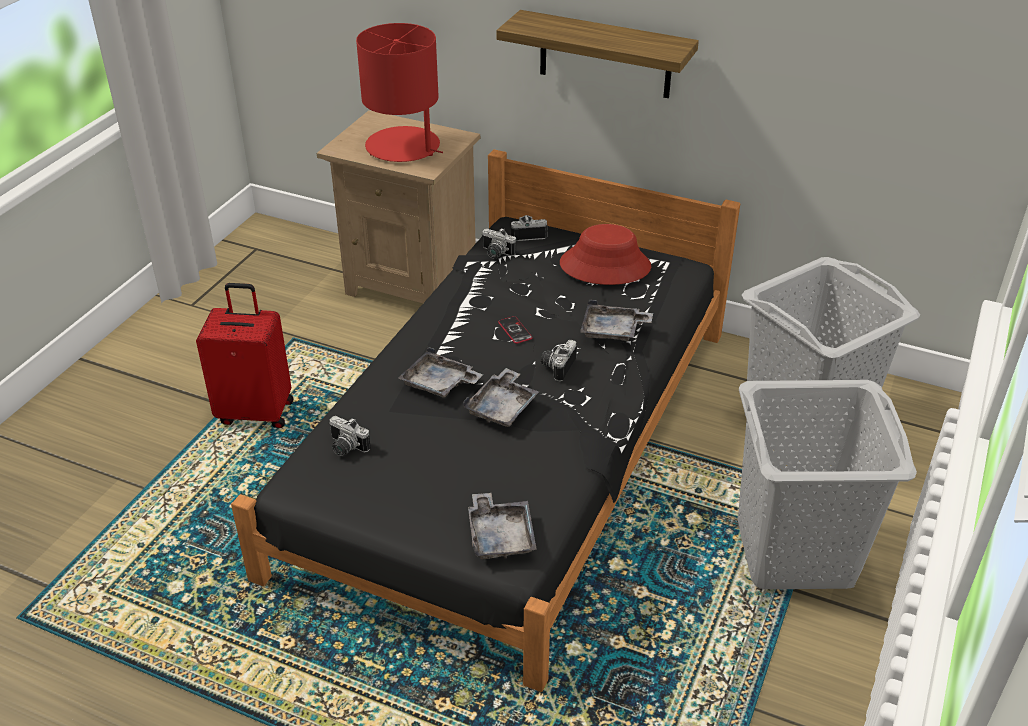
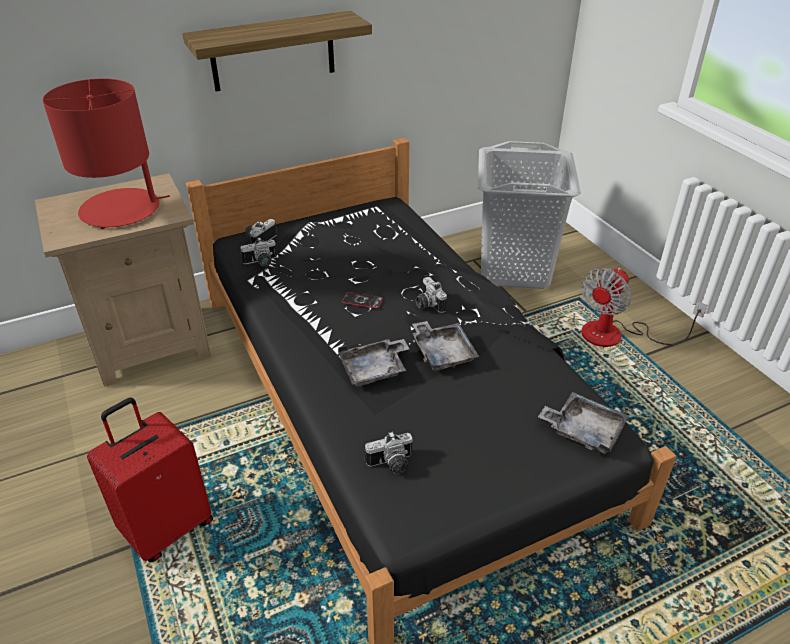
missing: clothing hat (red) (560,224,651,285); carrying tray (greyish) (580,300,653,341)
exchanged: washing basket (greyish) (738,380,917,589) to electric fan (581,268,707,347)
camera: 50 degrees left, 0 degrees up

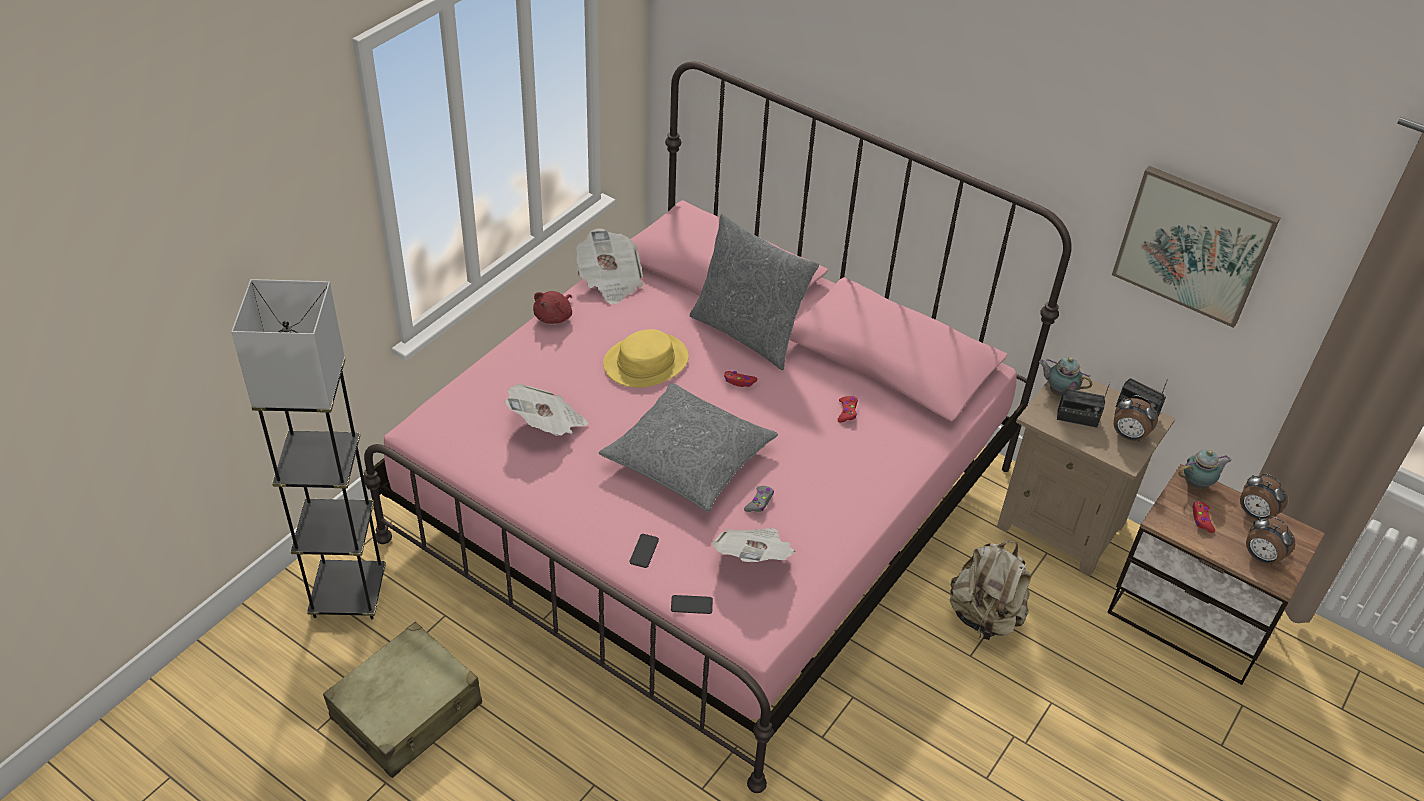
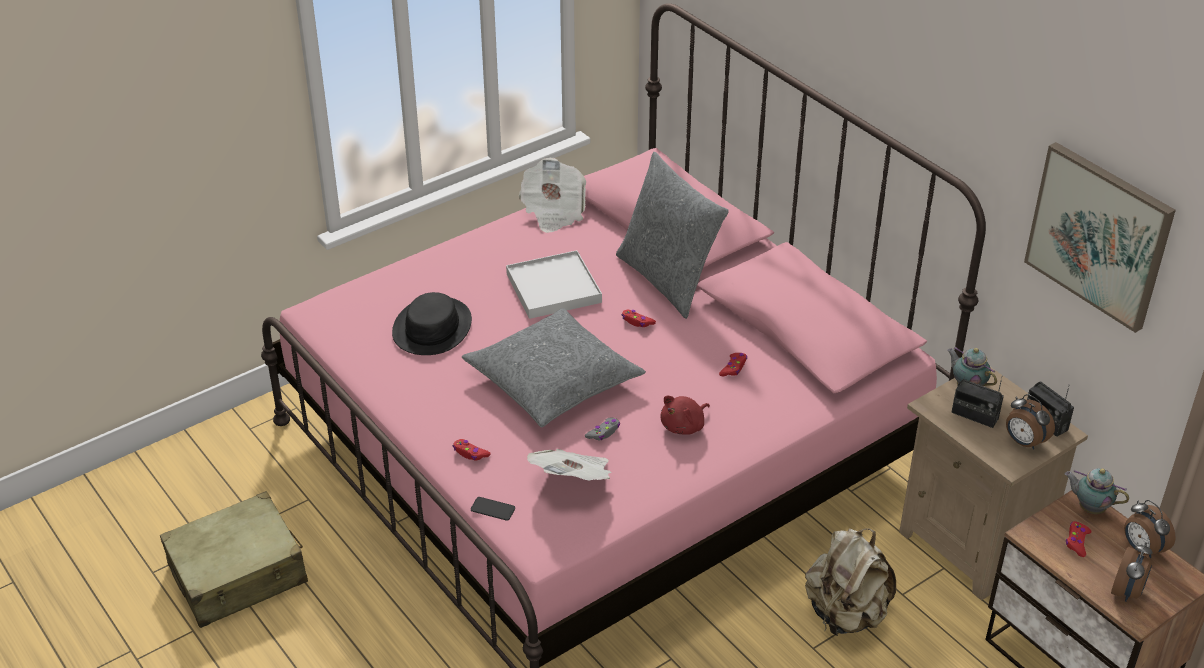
missing: standard lamp (greyish) (231,279,386,620)
relocated: soft toy (red) (533,291,572,324) to (660,396,710,435)
exchanged: printed paper (504,384,588,436) to clothing hat (black) (392,292,472,355); clothing hat (yellowish) (603,329,689,388) to carrying tray (whitish) (506,250,602,319); telephone (630,534,659,568) to game controller (red) (453,439,491,461)
spun: tea pot (1178,450,1232,490) = (1065,468,1129,514) 150 degrees counterclockwise; bedside clock (1246,517,1295,565) = (1111,542,1153,602) 120 degrees counterclockwise
camera: 20 degrees right, 5 degrees down

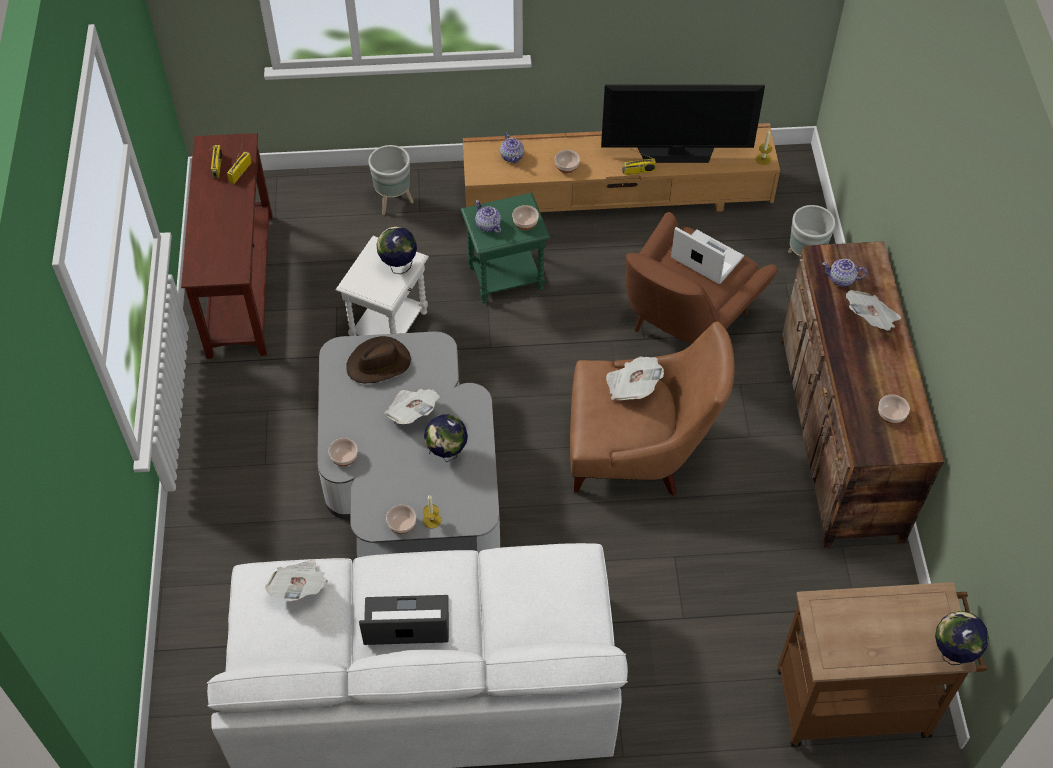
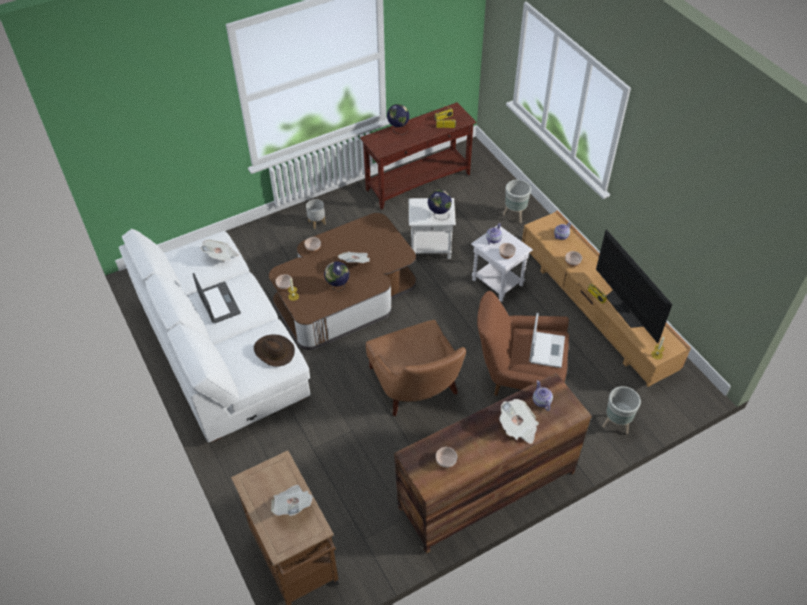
appeared: flower pot (greyish) (306,199,326,229)
relocated: clothing hat (brown) (346,336,411,383) to (254,335,295,367); printed paper (606,357,664,400) to (271,485,313,516); globe (935,611,989,665) to (387,104,410,134)
colour: low table (greyish) (317,332,500,558) to low table (brown) (269,213,416,350); side table (green) (460,193,550,304) to side table (whitish) (471,225,533,302)
camera: 65 degrees right, 5 degrees down

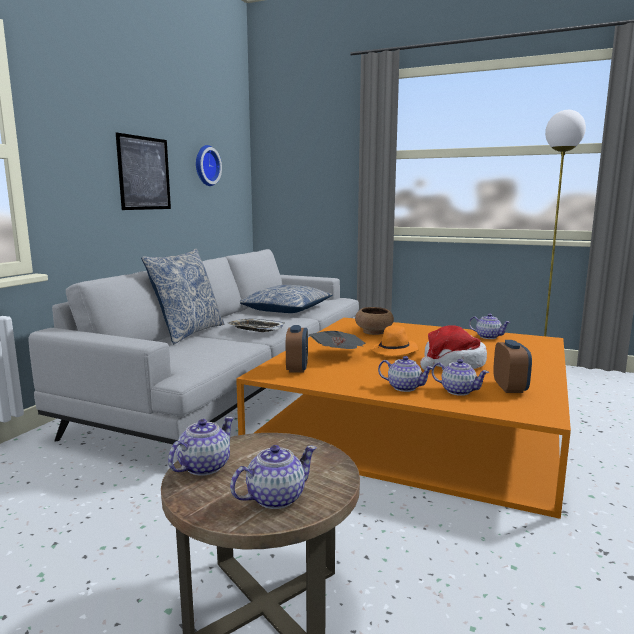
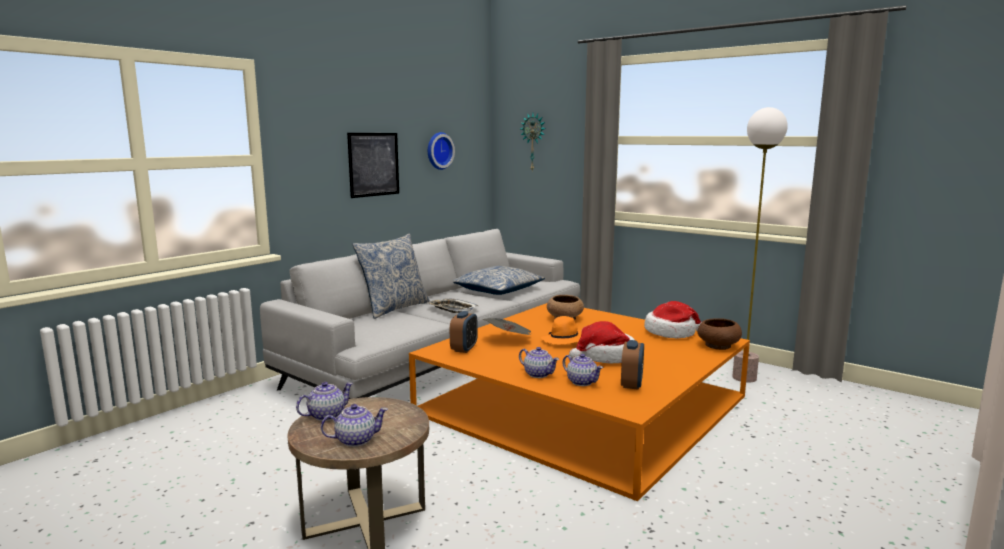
appeared: hanging clock (520,113,546,170); serving bowl (brown) (698,318,742,350)
exchanged: tea pot (469,314,511,339) to clothing hat (644,301,702,338)
camera: 15 degrees right, 0 degrees up

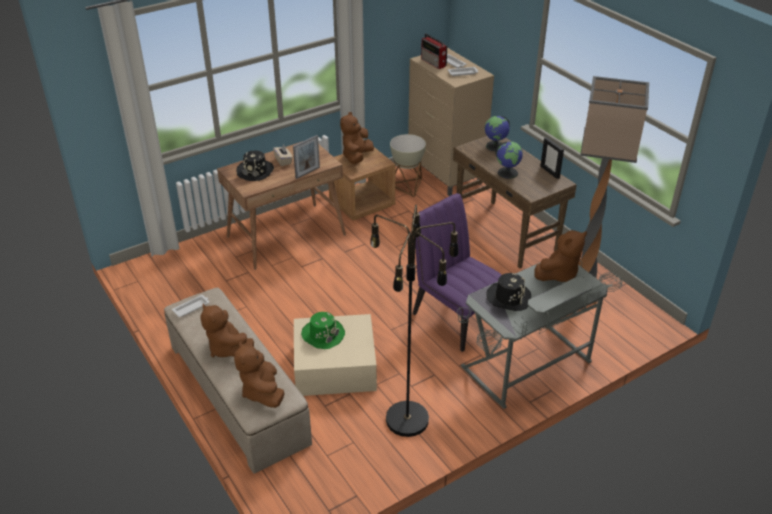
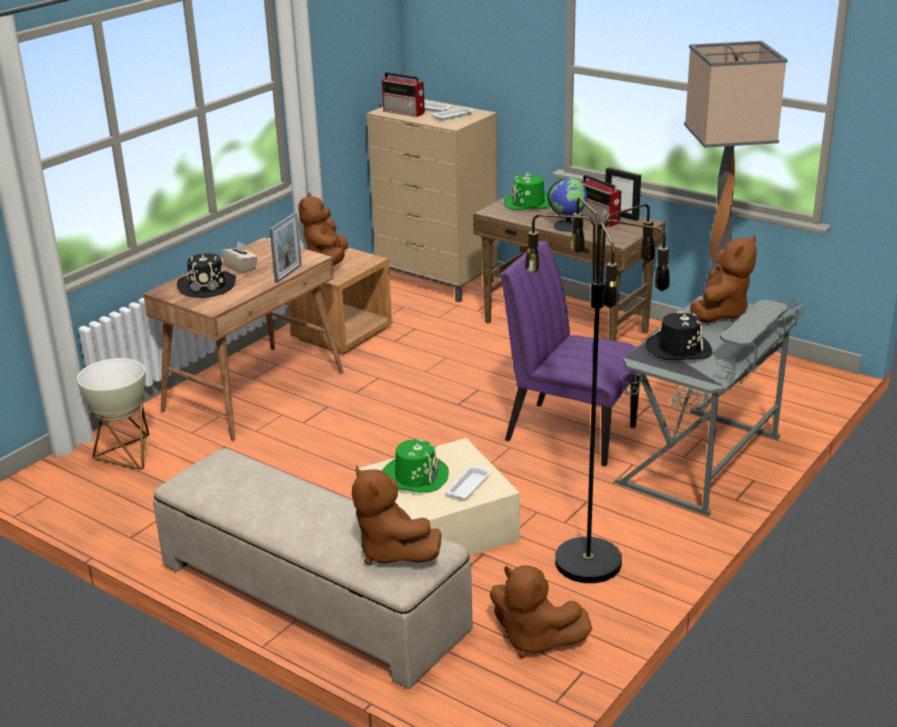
appeared: radio (580,175,621,227)
relocated: carrying tray (whitish) (172,295,210,317) to (445,465,492,499); soft toy (brown) (200,303,254,357) to (490,565,592,658); flower pot (390,134,426,197) to (77,358,149,469)
exchanged: globe (485,116,510,152) to clothing hat (green) (504,173,552,210)
camera: 20 degrees left, 10 degrees down

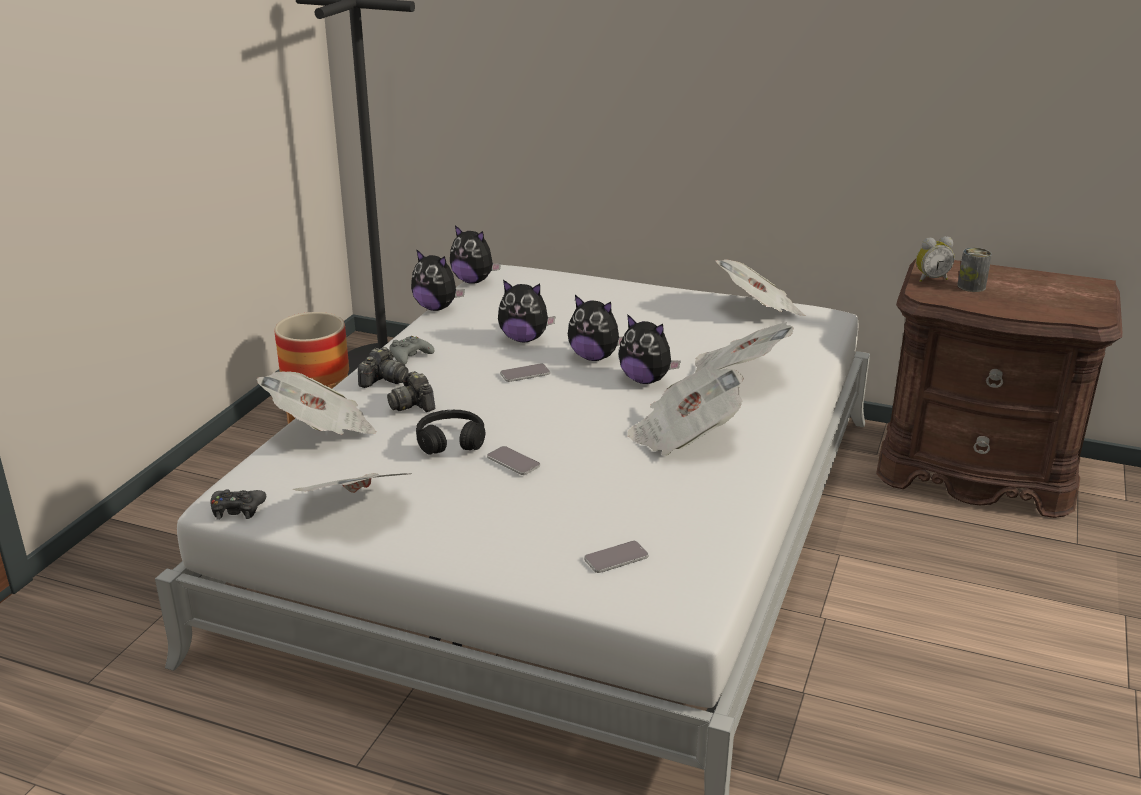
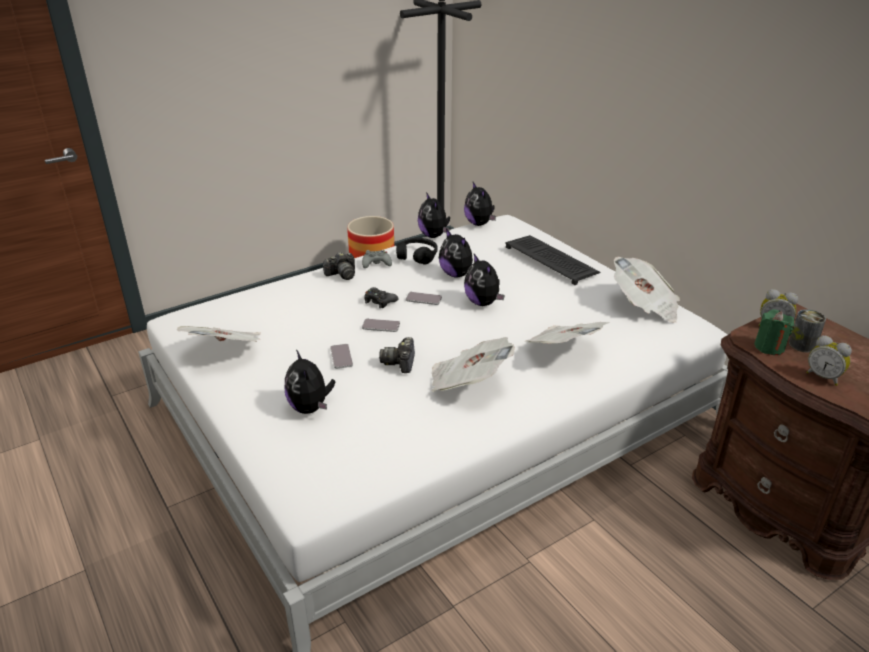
missing: printed paper (257,372,377,435)
appeared: keyboard (505,235,601,285); candle (green) (754,309,794,355); bedside clock (806,335,852,386)
relocated: game controller (black) (210,490,266,520) to (364,287,399,308); still camera (387,371,435,412) to (379,337,415,373); headphones (black) (416,410,485,455) to (396,238,438,265); telephone (584,541,649,573) to (362,319,400,332); soft toy (618,314,681,384) to (285,349,335,414)
camera: 35 degrees right, 5 degrees up

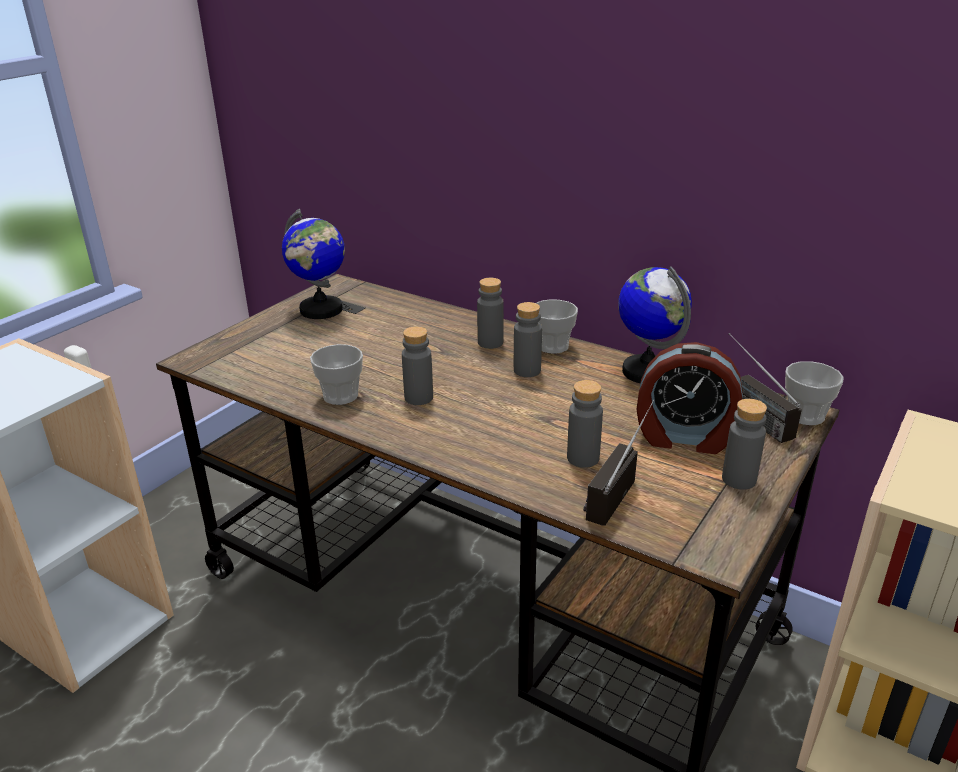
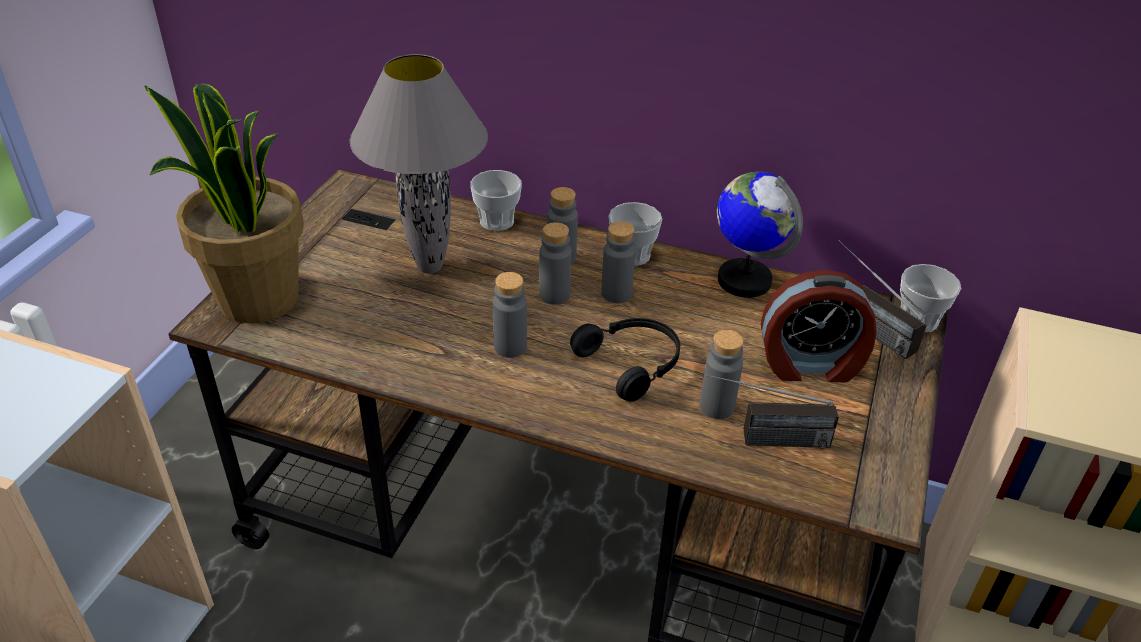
missing: globe (282,209,345,319)
appeared: plant in a pot (144,83,304,323); table lamp (greyish) (350,54,488,273); headphones (black) (570,318,680,402)
relocated: drinking cup (310,344,363,405) to (470,170,522,231); bottle (greyish) (722,399,767,490) to (539,222,572,305)
spun: radio (583,400,654,526) = (706,374,839,449) 105 degrees counterclockwise
camera: 15 degrees left, 10 degrees up

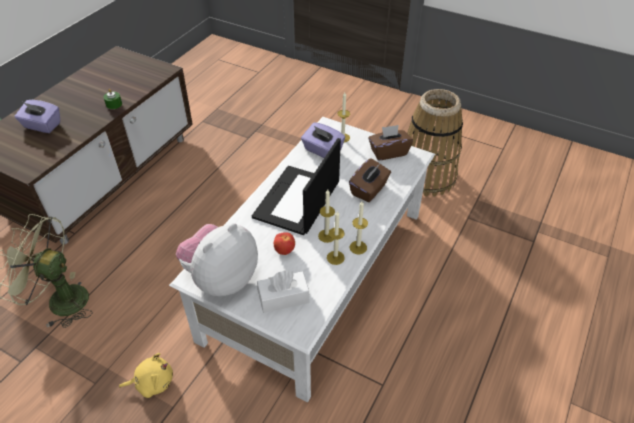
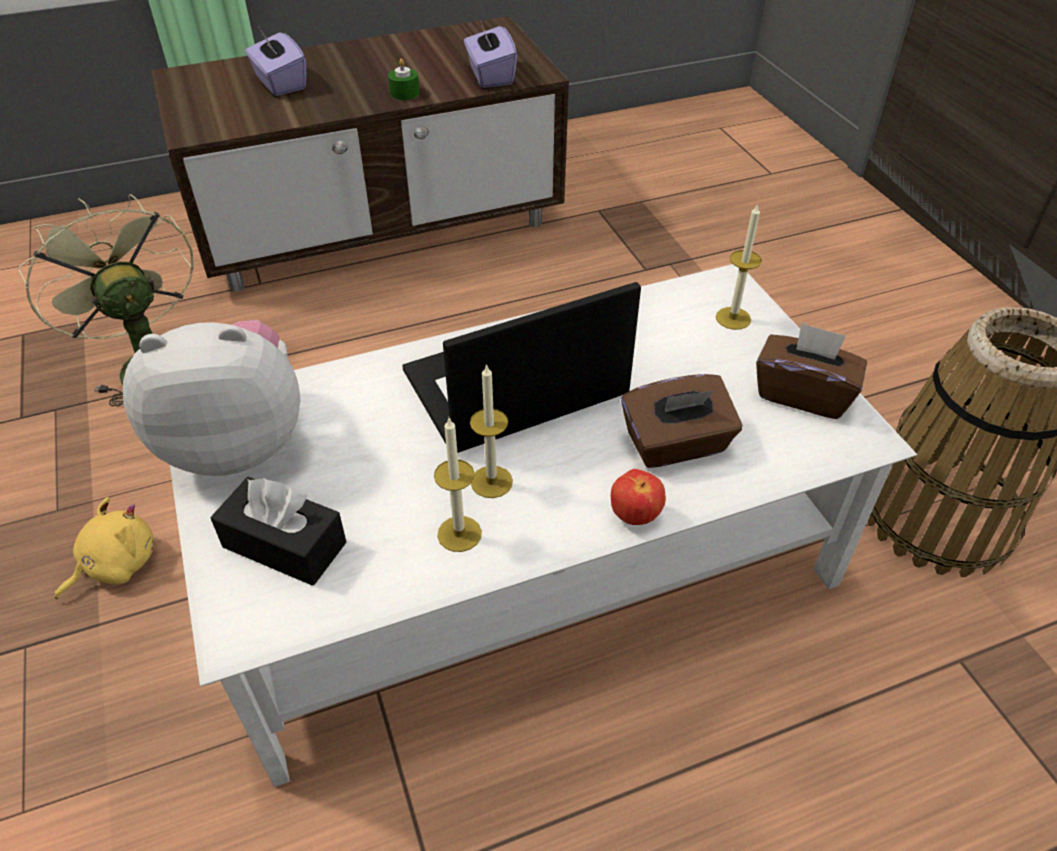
missing: candle (350,201,368,254)
relocated: apple (274,232,295,255) to (611,469,666,525); tissue holder (purplish) (301,122,345,158) to (464,20,517,88)
colour: tissue holder (whitish) (257,270,309,313) to tissue holder (black) (210,477,346,586)
spun: soft toy (yellowish) (119,353,173,398) = (55,497,153,599) 75 degrees counterclockwise
camera: 40 degrees right, 0 degrees up

